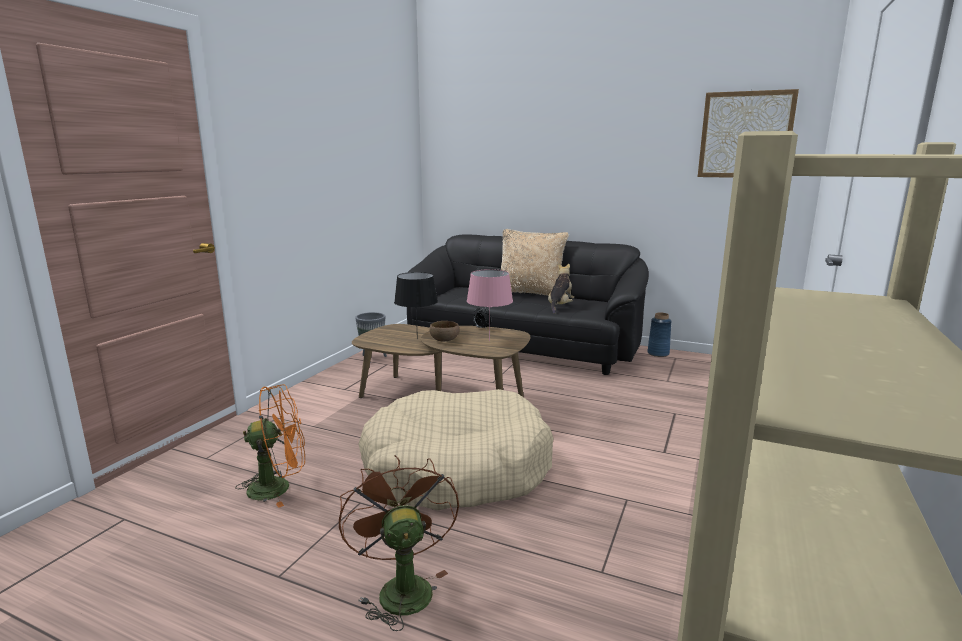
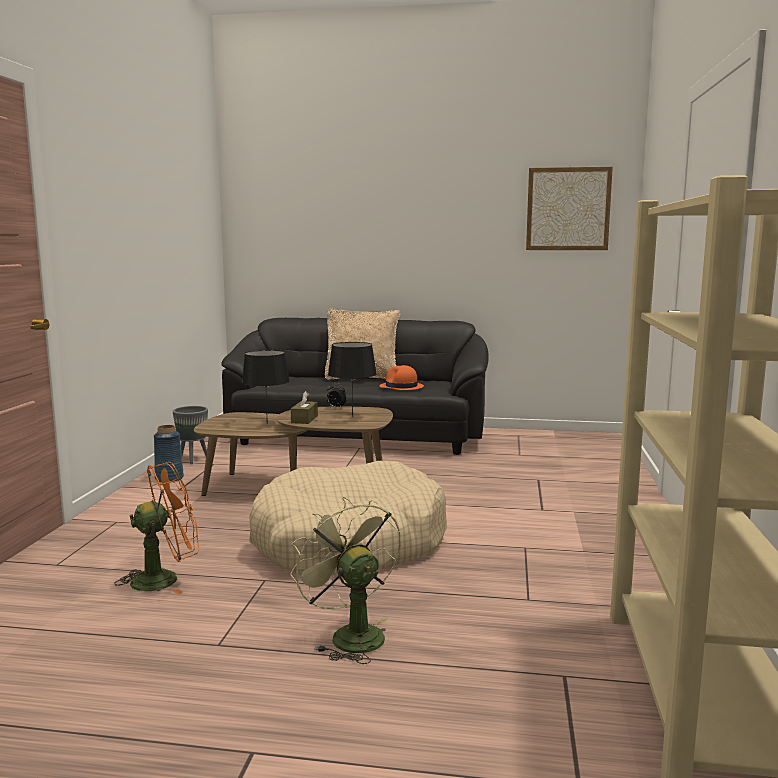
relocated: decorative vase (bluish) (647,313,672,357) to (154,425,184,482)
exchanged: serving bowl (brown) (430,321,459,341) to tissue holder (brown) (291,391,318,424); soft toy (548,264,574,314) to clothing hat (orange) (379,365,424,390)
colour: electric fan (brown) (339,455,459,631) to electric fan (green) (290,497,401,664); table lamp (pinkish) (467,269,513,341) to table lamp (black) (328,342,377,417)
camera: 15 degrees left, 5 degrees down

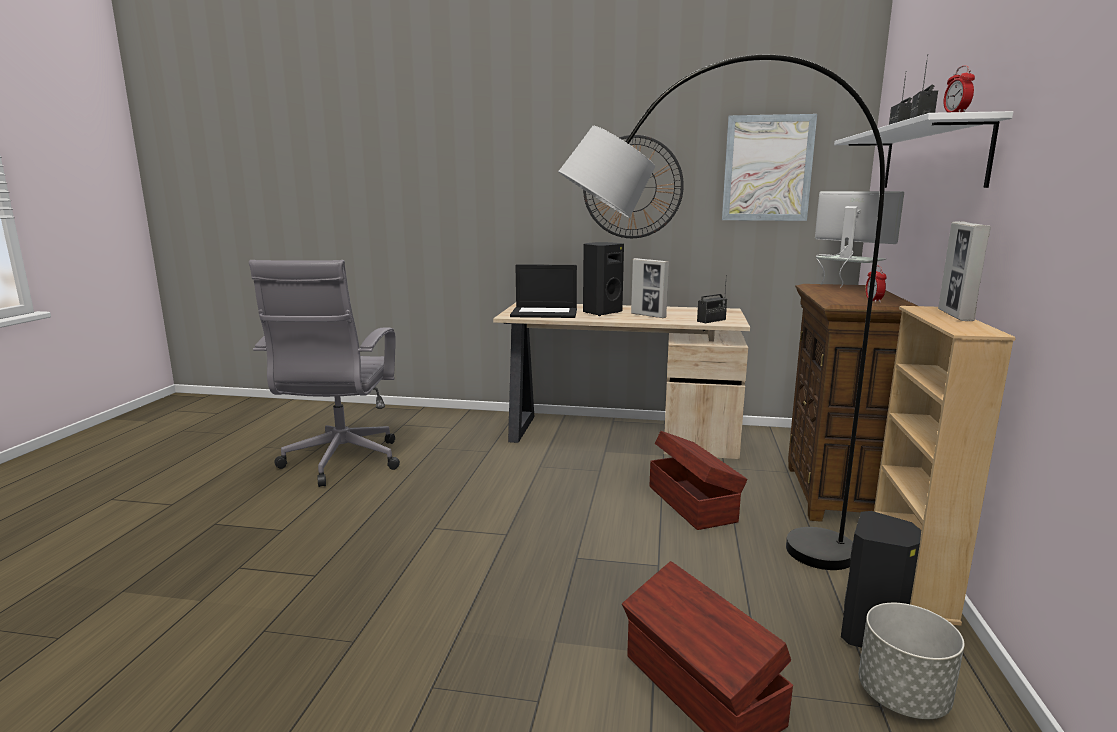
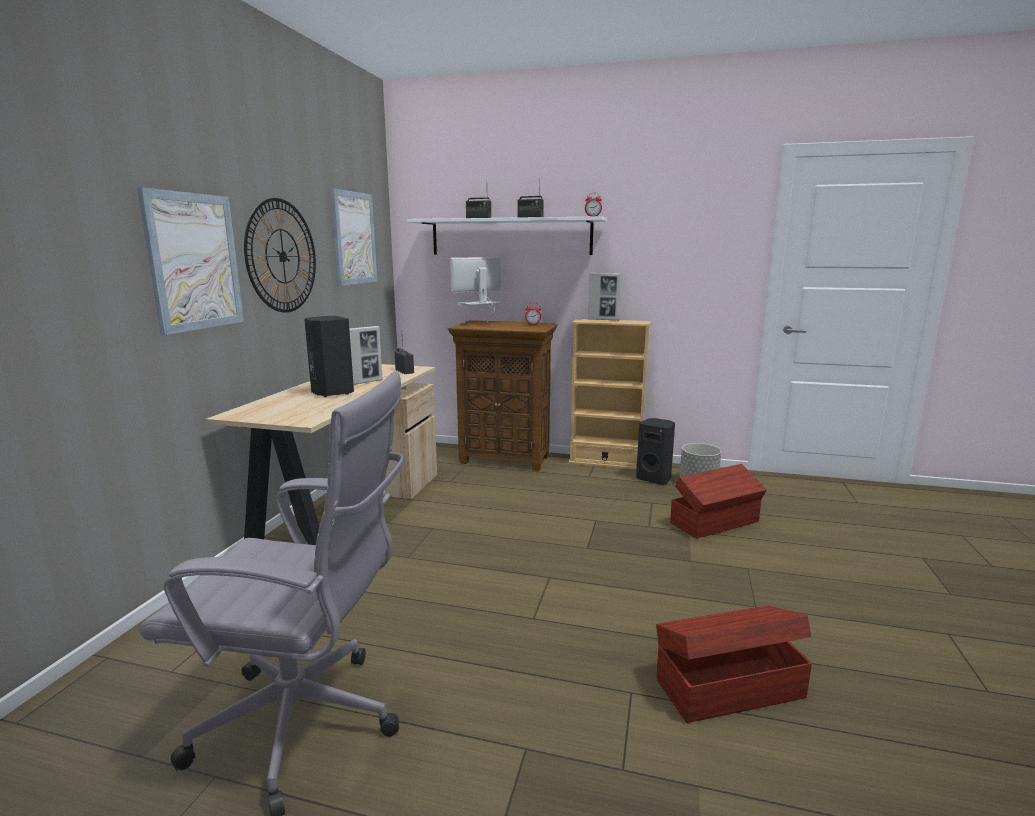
missing: laptop (510,264,577,318); standard lamp (greyish) (558,55,885,570)
appeared: wall art (137,187,244,335)
relocated: storage container (brown) (650,431,747,530) to (656,606,812,723)
camera: 85 degrees left, 0 degrees up

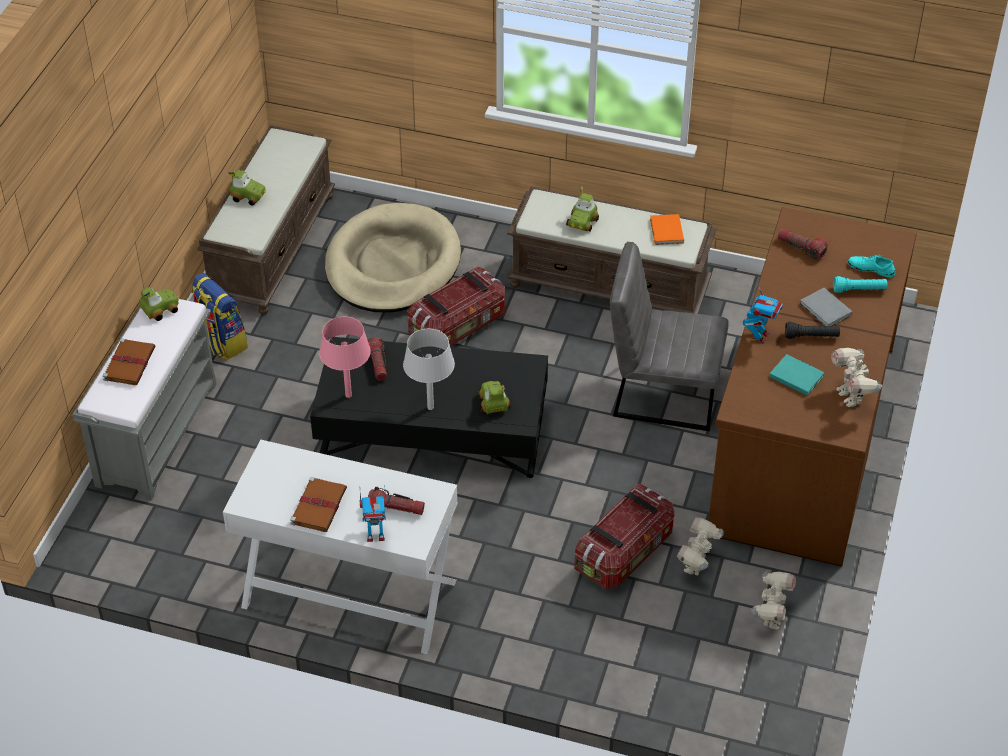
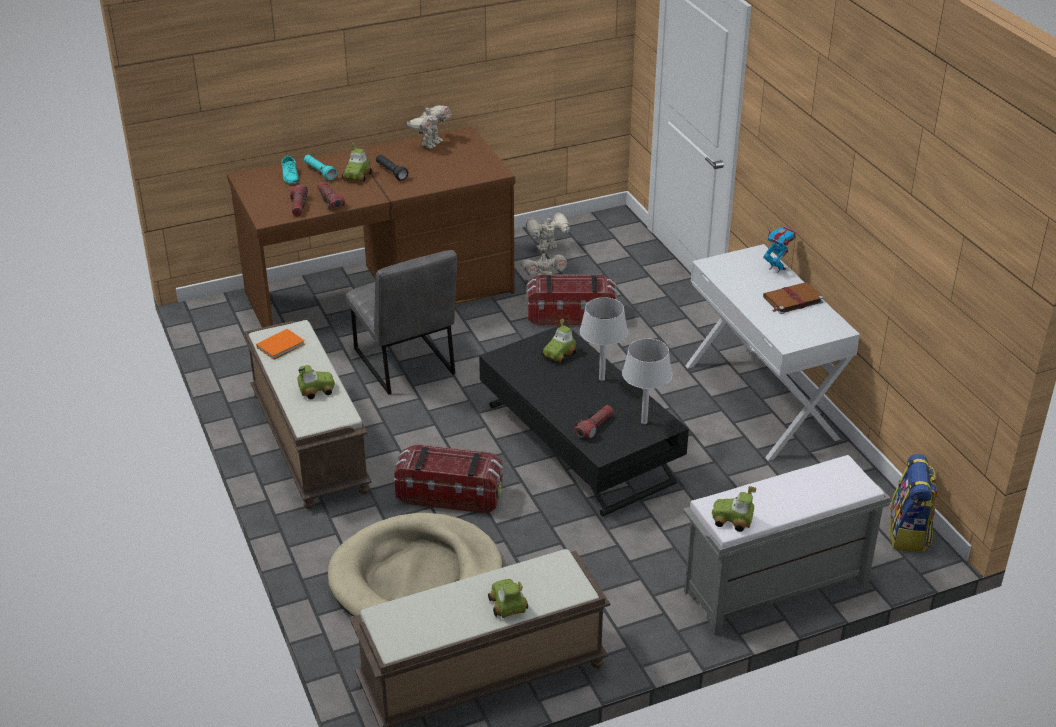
missing: bound book (brown) (103,339,155,385); model robot (743,286,783,344); bound book (turquoise) (769,354,824,396)
relocated: backpack (191,273,248,360) to (890,454,937,553); flashlight (368,487,425,515) to (317,182,345,209)
exchanged: bound book (greyish) (800,288,852,326) to toy car (342,142,372,182)
colour: table lamp (pinkish) (319,317,371,398) to table lamp (greyish) (622,338,672,424)
camera: 130 degrees left, 10 degrees down

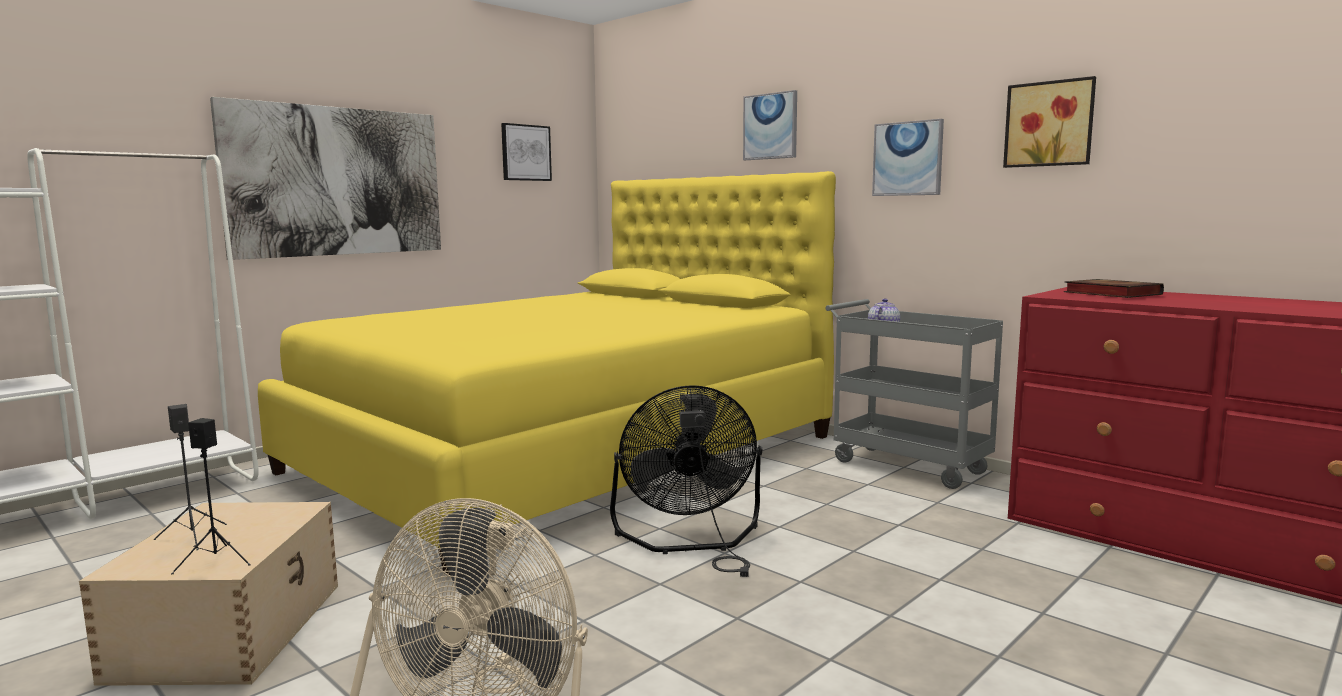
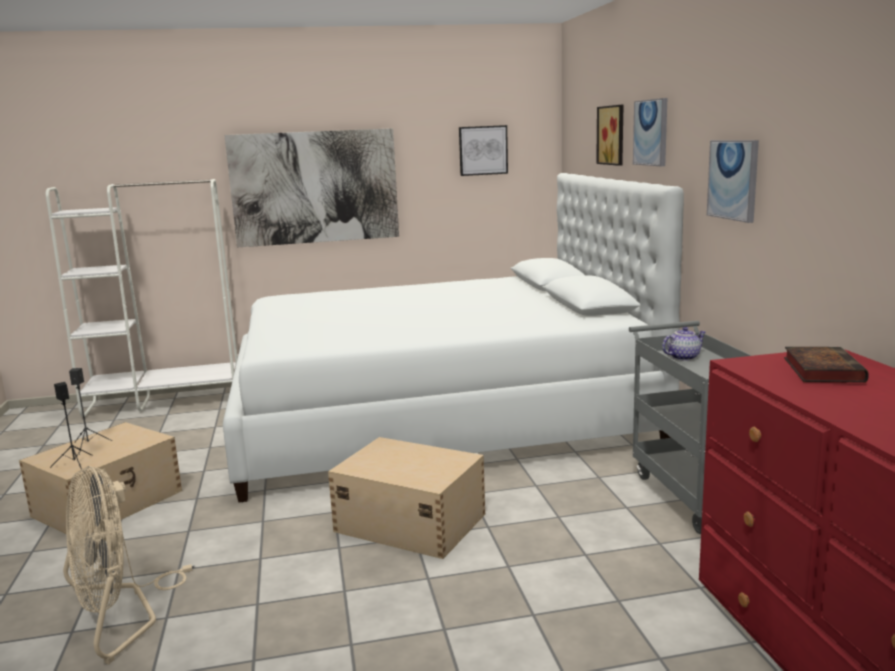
relocated: wall art (1003,76,1096,168) to (596,105,624,166)
exchanged: electric fan (black) (610,386,762,577) to storage container (beige-coloured) (328,437,485,559)
colour: bedroom bed (yellowish) (258,171,836,576) to bedroom bed (whitish) (223,173,684,503)
camera: 35 degrees right, 5 degrees up

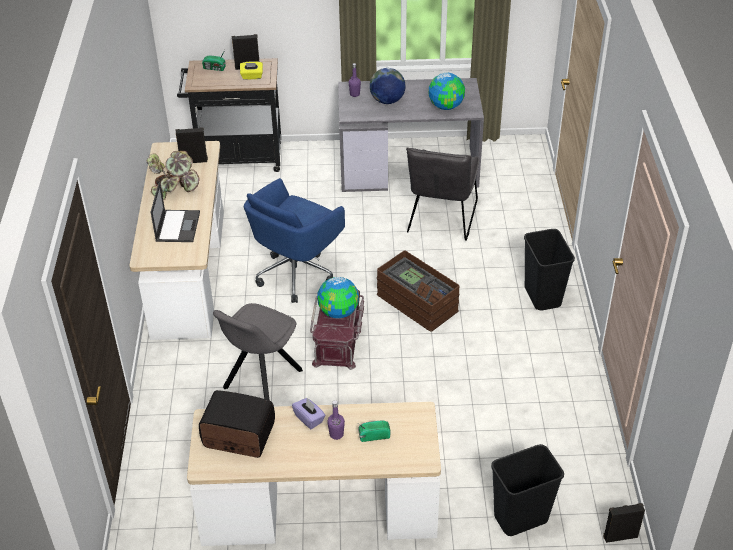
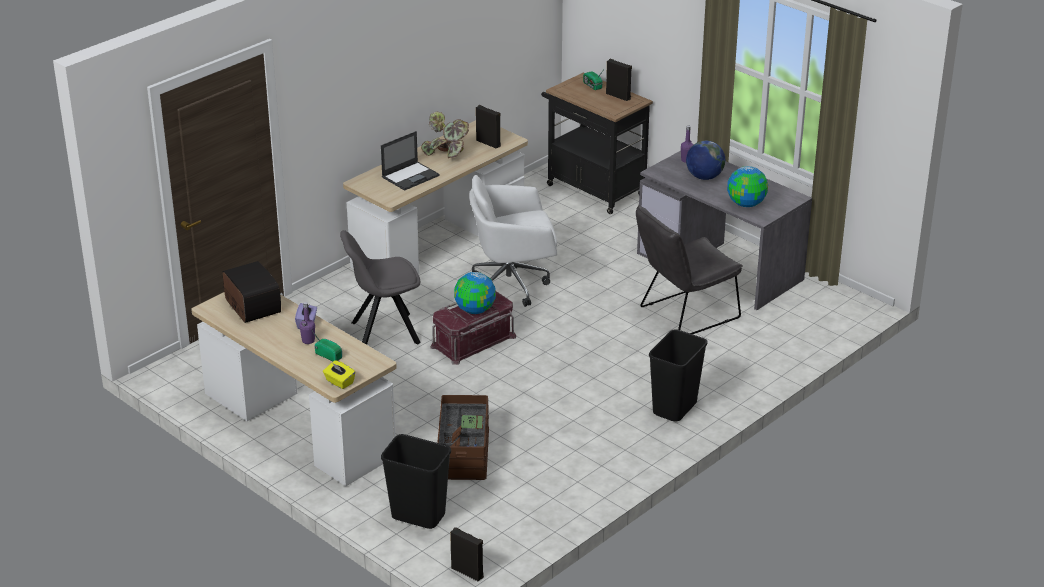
relocated: tissue holder (yellowish) (240,61,263,80) to (323,360,355,389); storage container (brown) (377,251,460,331) to (437,395,489,480)
colour: desk chair (bluish) (244,178,345,303) to desk chair (whitish) (469,175,557,307)
camera: 45 degrees right, 10 degrees down

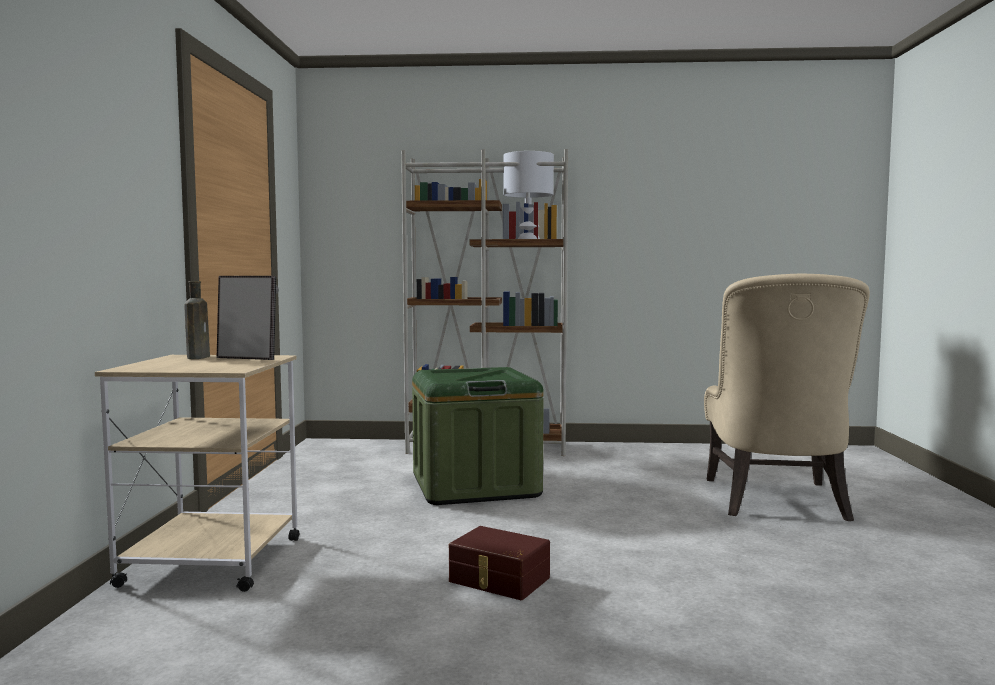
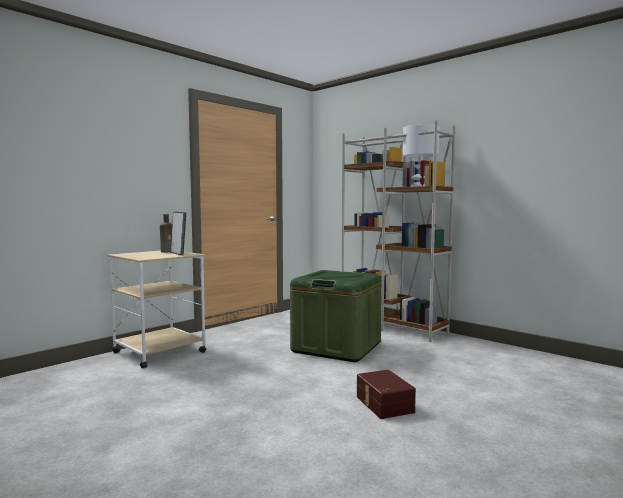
missing: upright chair (beige-coloured) (704,274,870,521)
relocated: storage container (brown) (449,526,550,600) to (357,370,416,419)
camera: 40 degrees right, 0 degrees up

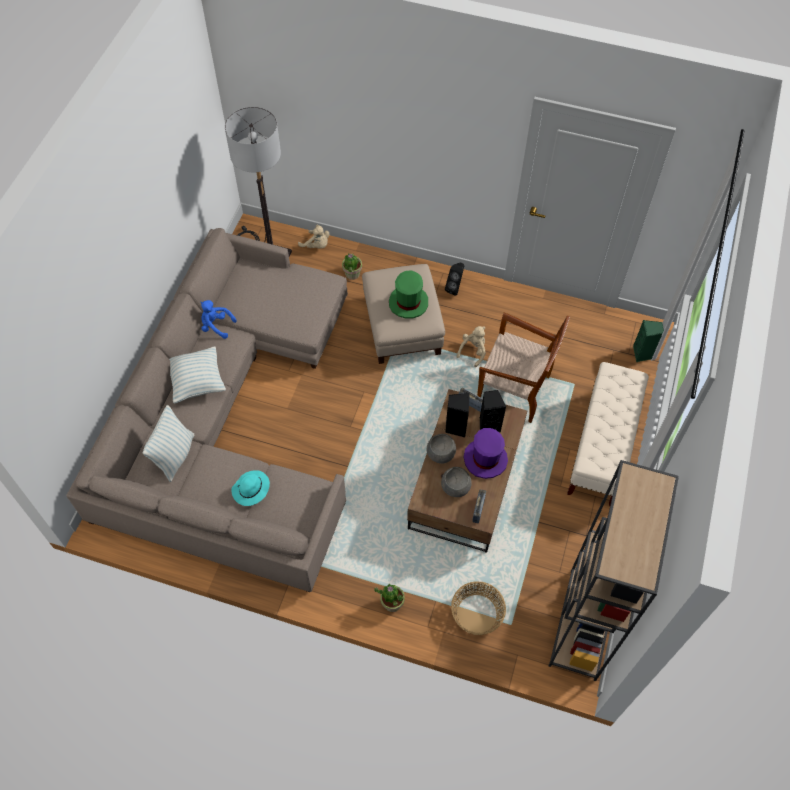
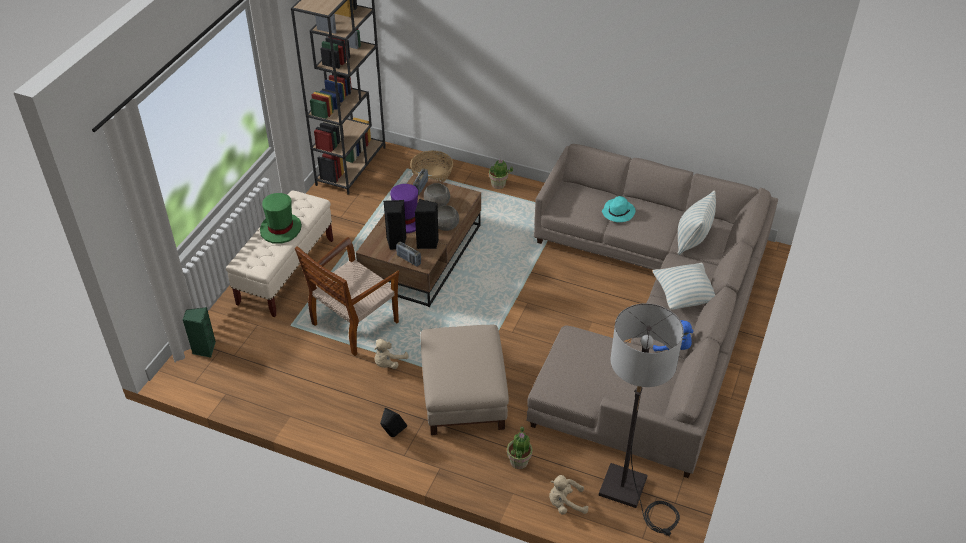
relocated: clothing hat (green) (389,270,428,318) to (260,193,302,244)
spun: soft toy (beige-coloured) (298,225,329,249) = (549,475,588,515) 45 degrees counterclockwise; lounge chair (brown) (477,313,570,423) = (295,237,399,356) 75 degrees counterclockwise
camera: 175 degrees left, 15 degrees down

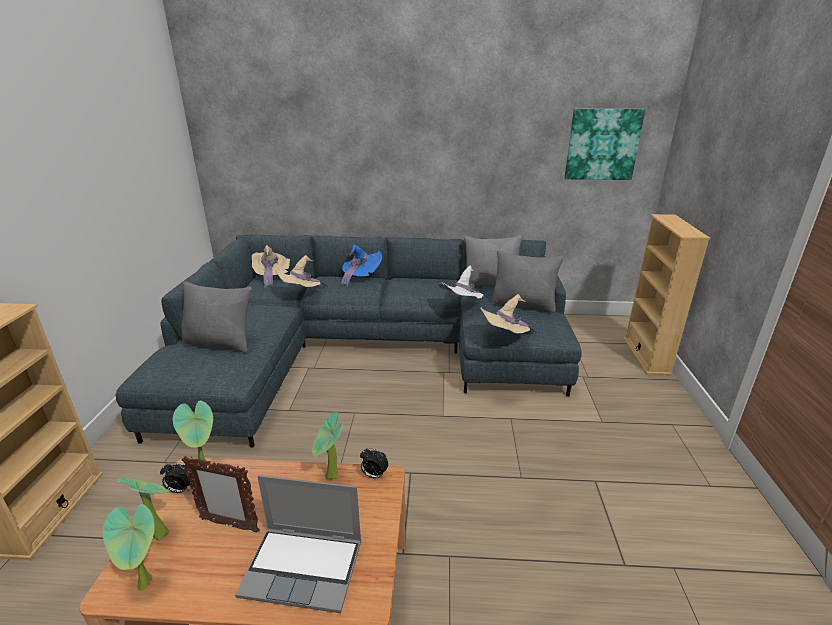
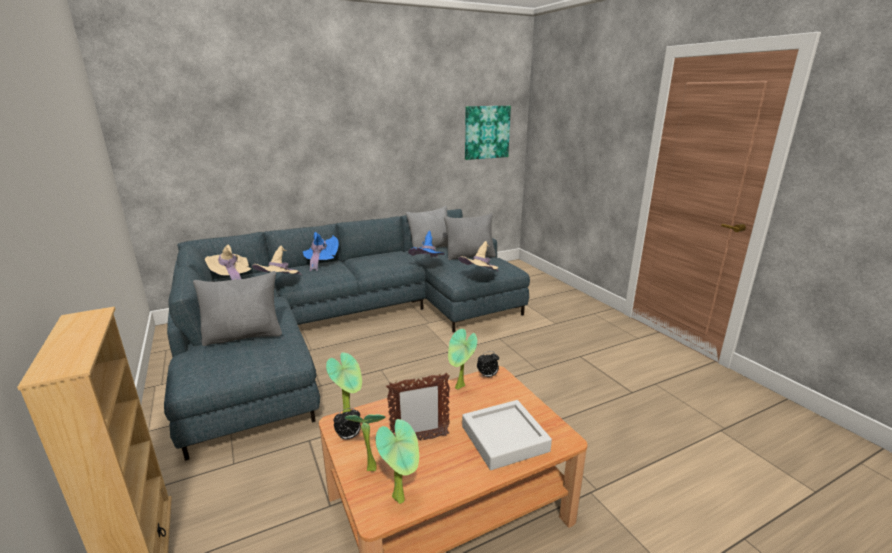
missing: bookshelf (beige-coloured) (624,214,710,375)
exchanged: laptop (235,475,361,613) to carrying tray (greyish) (462,400,552,470)
colour: clothing hat (whitish) (438,265,484,299) to clothing hat (bluish) (408,231,445,258)
camera: 30 degrees left, 5 degrees down

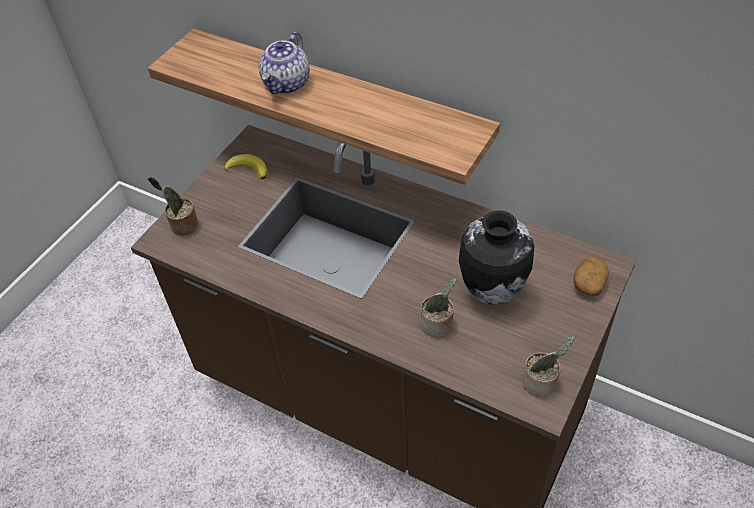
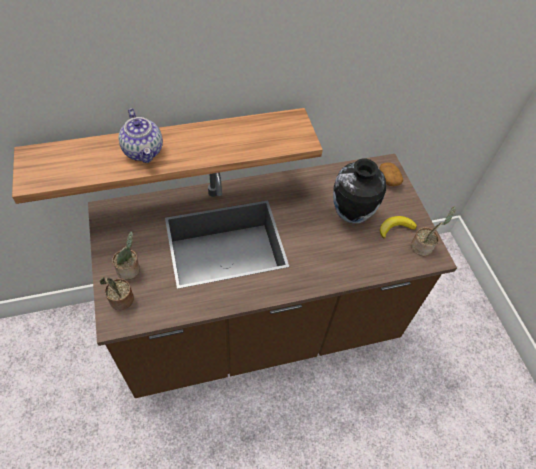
relocated: whole banana (224,154,268,180) to (380,216,417,239); plant in a pot (421,277,457,337) to (112,231,140,280)
camera: 50 degrees left, 5 degrees up

